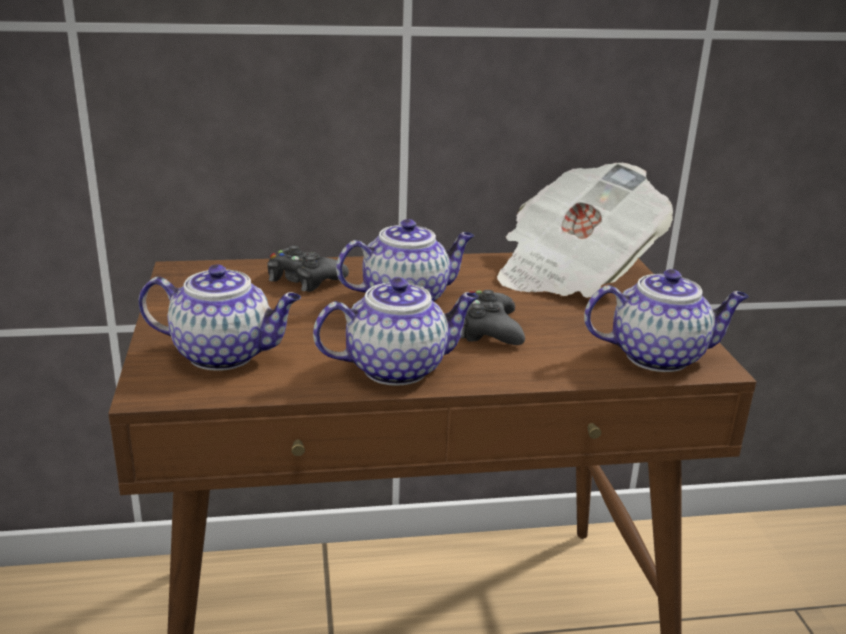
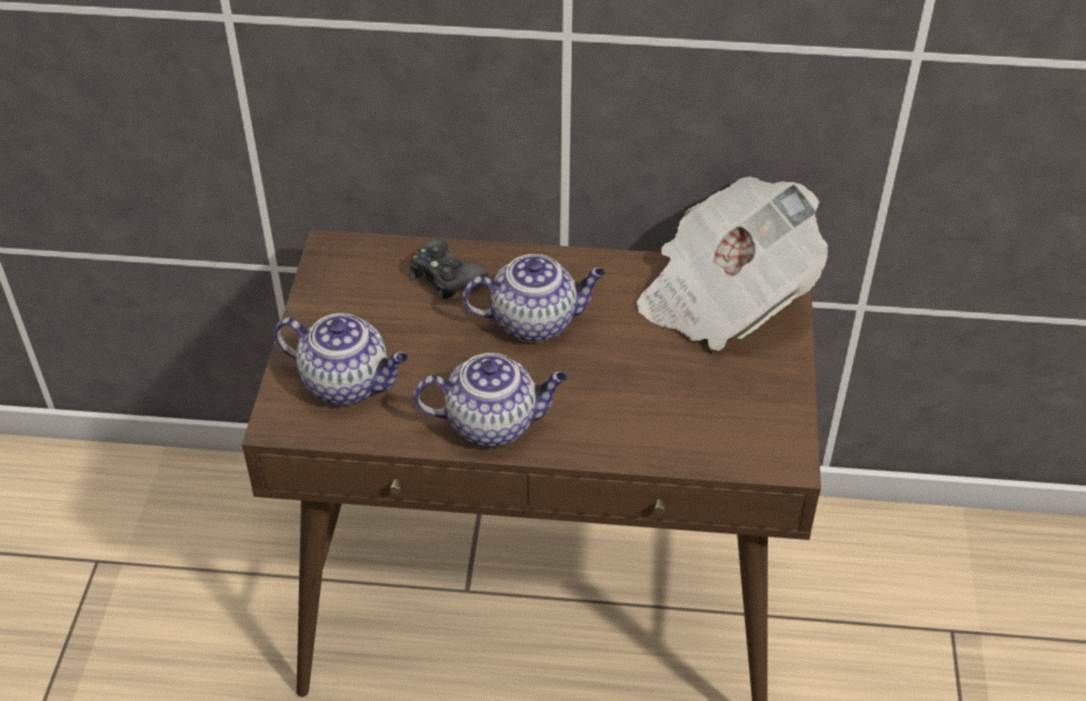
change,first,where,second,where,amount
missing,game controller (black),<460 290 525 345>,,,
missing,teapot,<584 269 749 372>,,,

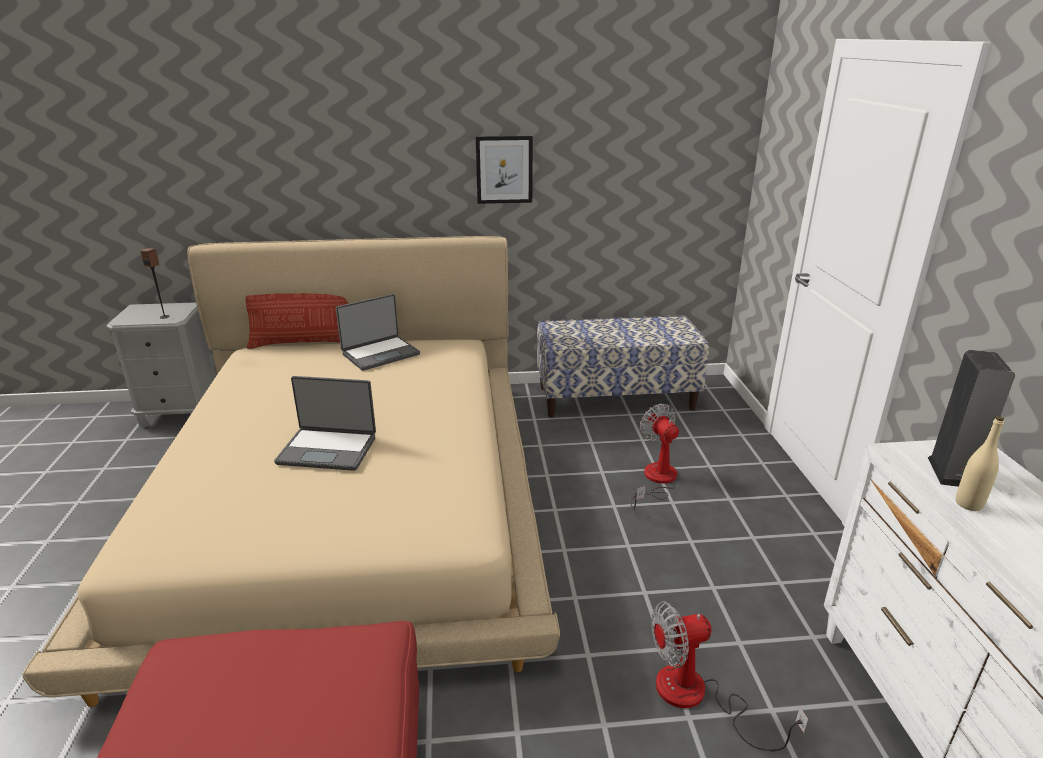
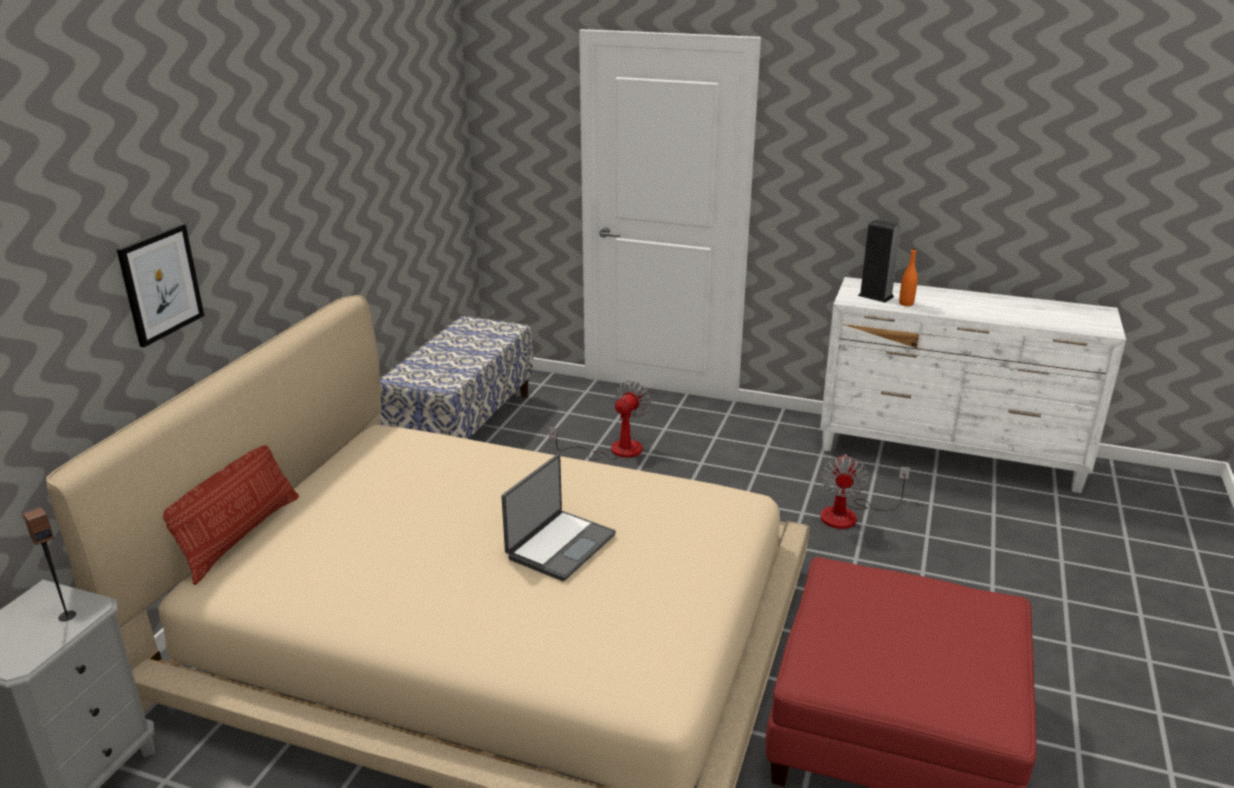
change,first,where,second,where,amount
missing,laptop,<336 294 420 371>,,,
relocated,picture,<476 136 533 204>,,<117 224 204 347>,
spun,fan,<631 404 679 510>,,<549 380 651 460>,120 degrees clockwise
colour,bottle (beige),<956 416 1004 511>,bottle (orange),<899 248 918 306>,

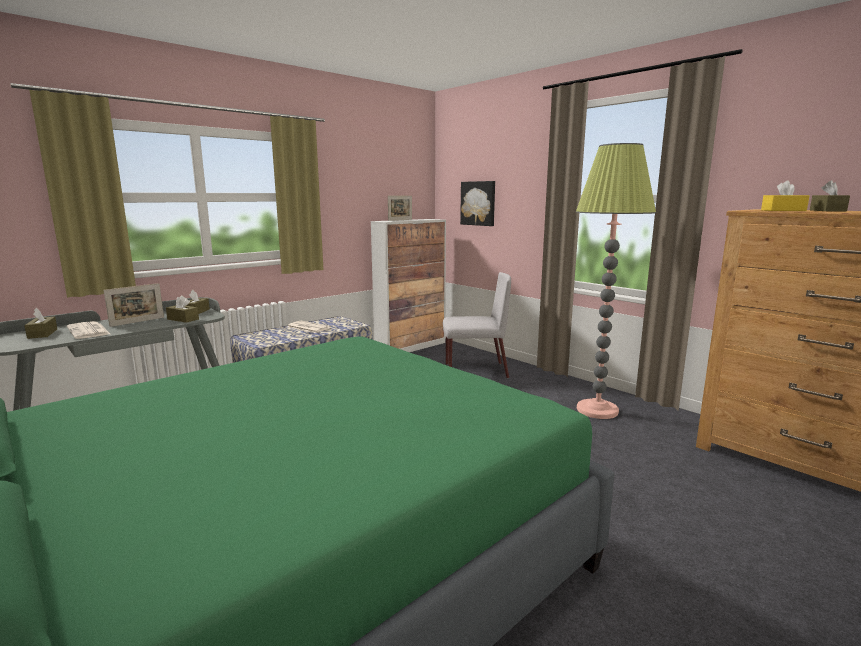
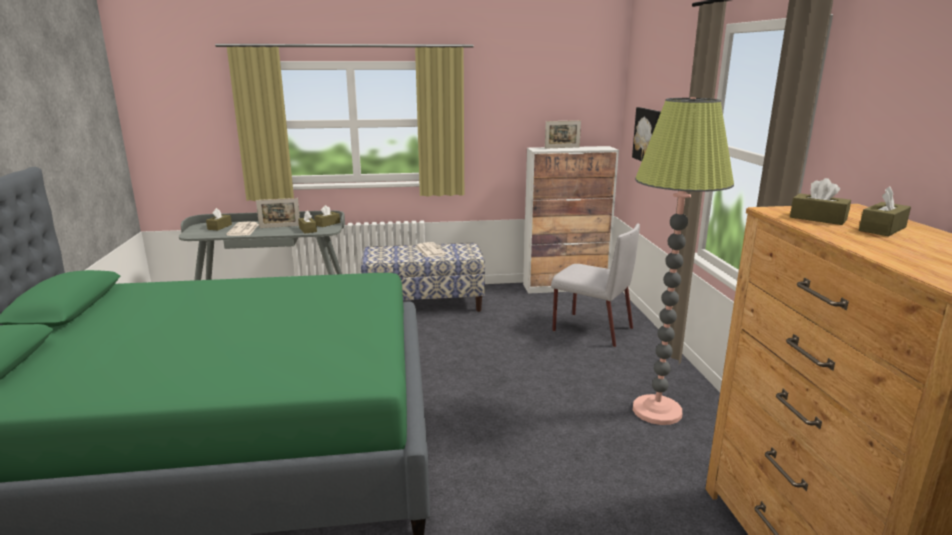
change,first,where,second,where,amount
colour,tissue box (yellow),<761 180 809 211>,tissue box (brown),<790 178 851 225>,

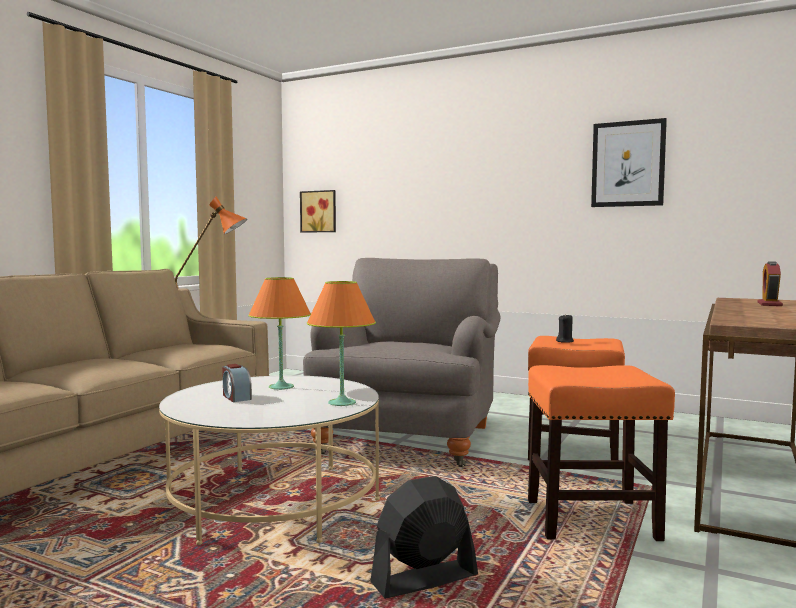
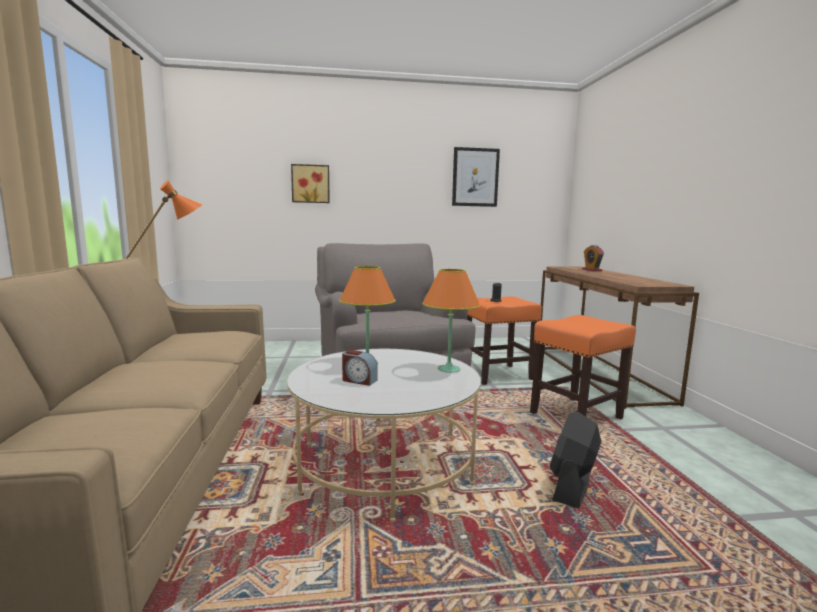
change,first,where,second,where,amount
relocated,picture,<300 190 336 233>,,<291 164 330 203>,

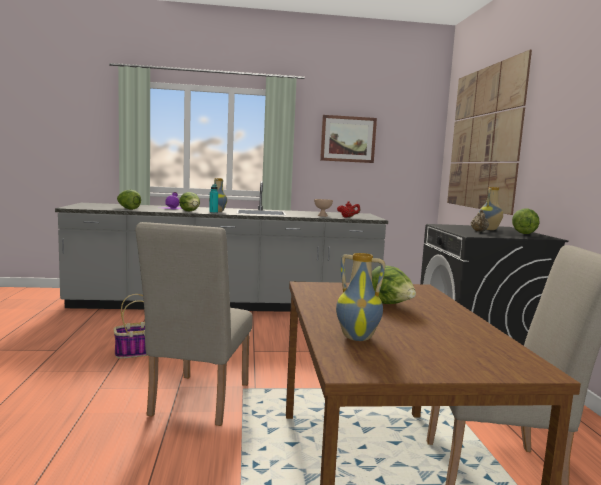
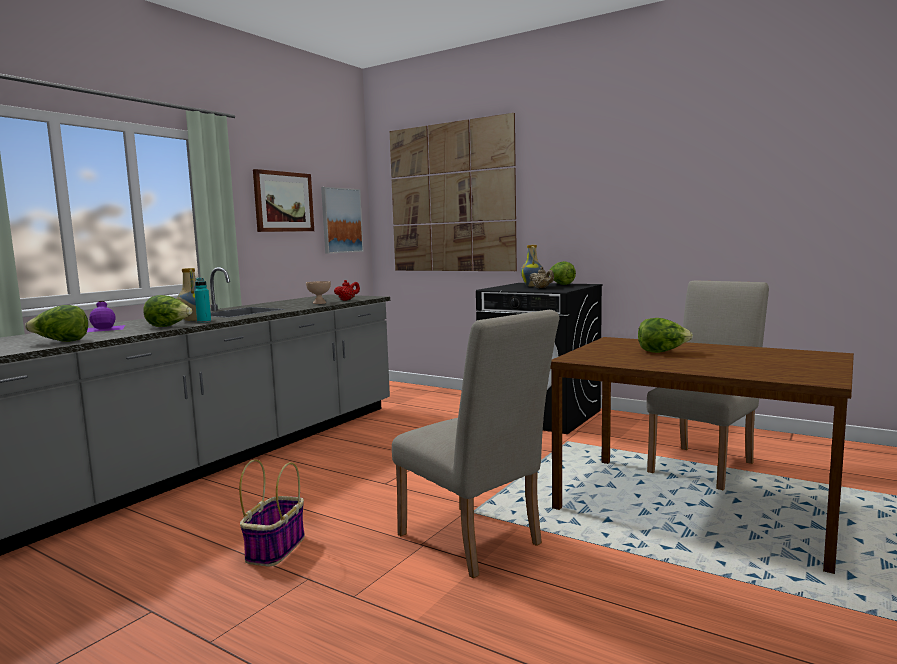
change,first,where,second,where,amount
missing,vase,<336 253 385 341>,,,
appeared,,,picture,<321 187 364 254>,

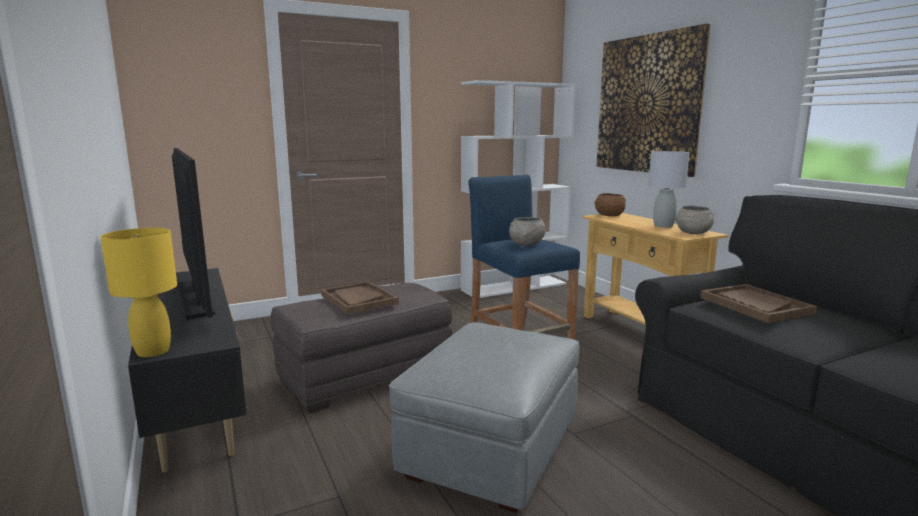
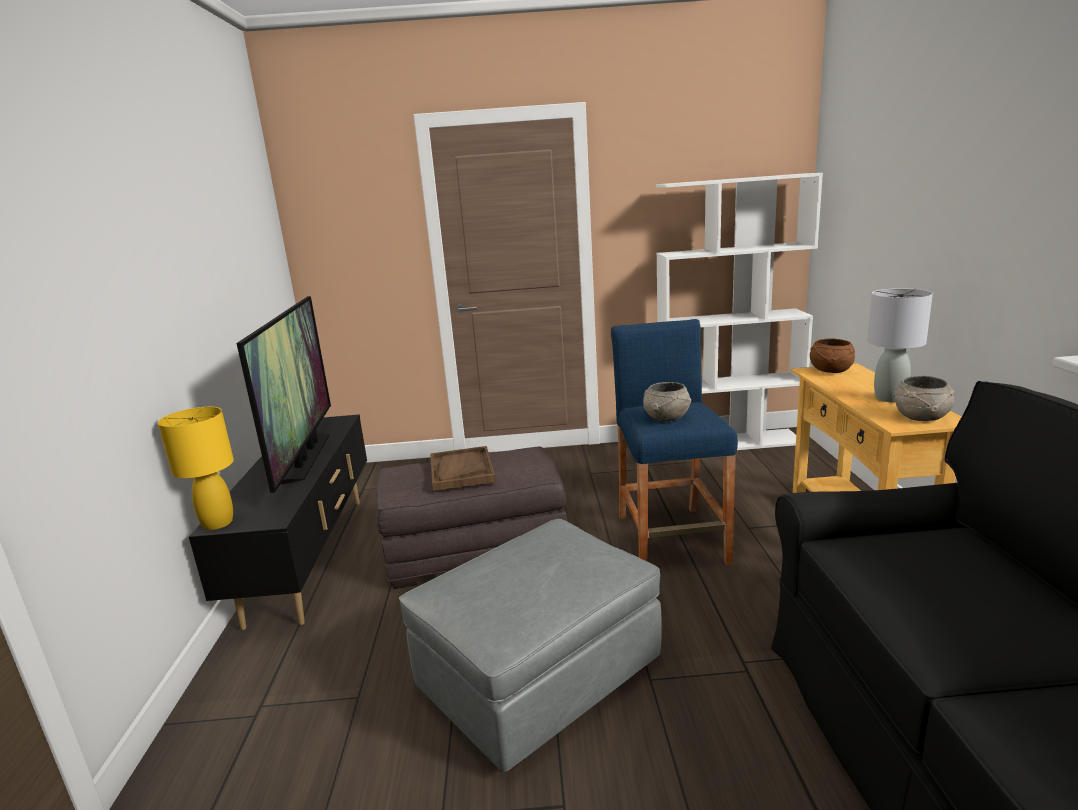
change,first,where,second,where,amount
missing,picture,<596 24 711 177>,,,
missing,tray (brown),<700 284 817 323>,,,

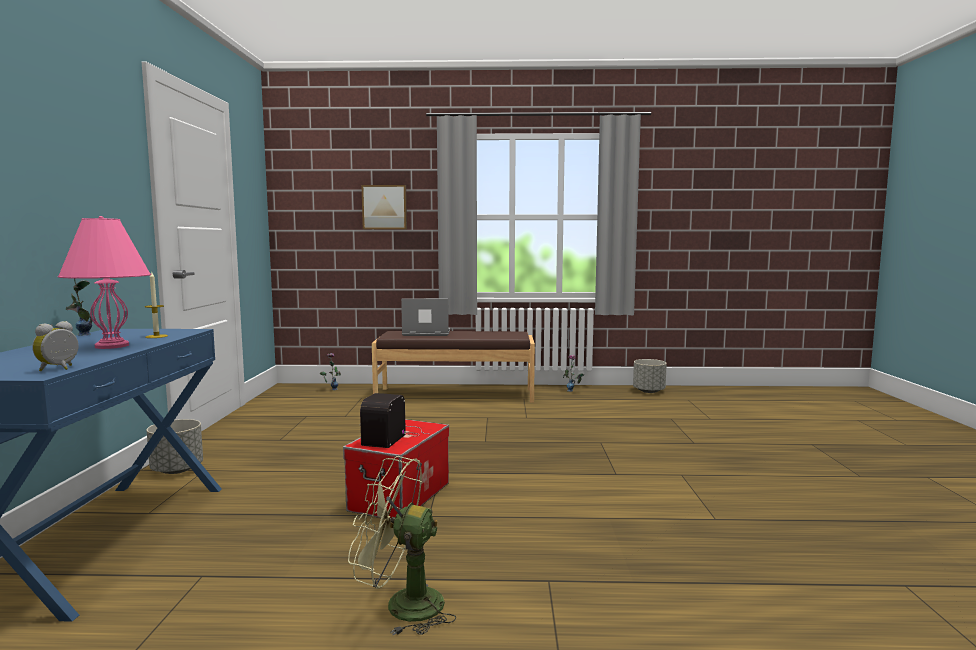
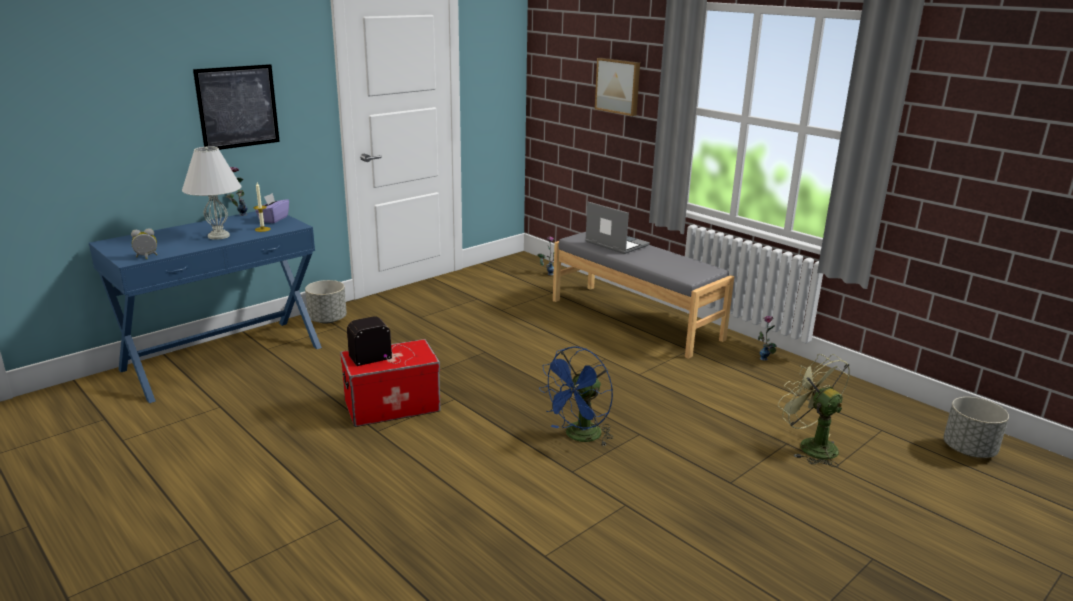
change,first,where,second,where,amount
colour,table lamp (pink),<58 216 151 349>,table lamp (white),<182 147 242 240>,
relocated,fan (green),<348 456 456 635>,,<778 354 850 467>,
colour,bench (brown),<372 331 535 403>,bench (grey),<553 232 734 359>,
relocated,planter (grey),<633 359 667 393>,,<944 397 1009 458>,
appeared,,,picture,<193 64 280 150>,
appeared,,,tissue box (purple),<255 193 289 223>,
appeared,,,fan (blue),<539 347 613 446>,

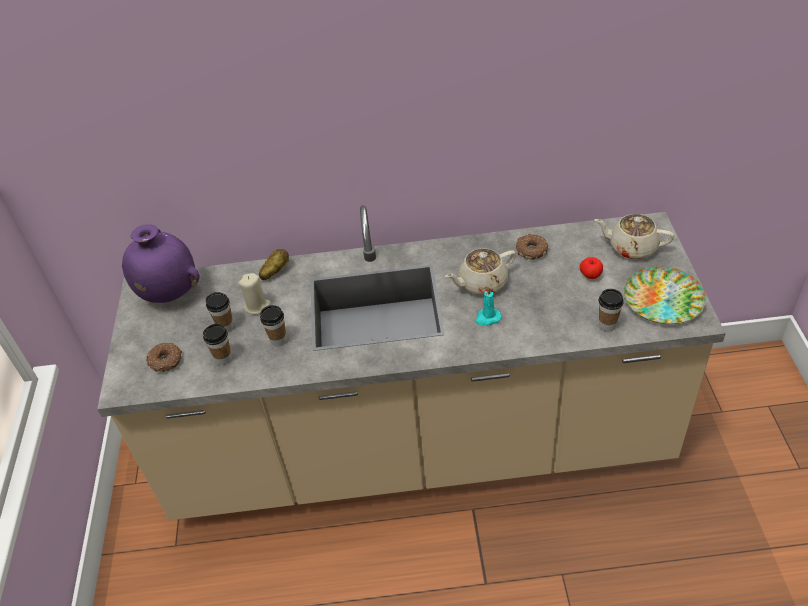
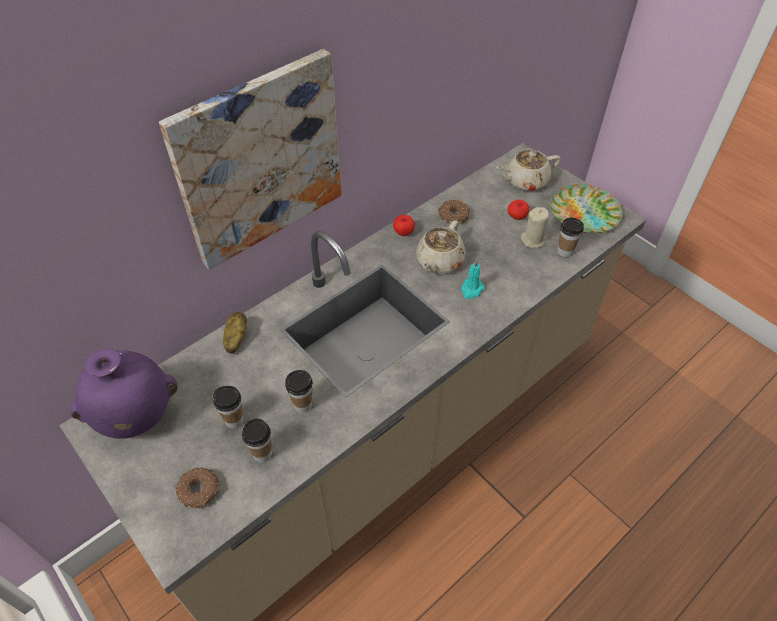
change,first,where,second,where,amount
relocated,candle (beige),<239 273 271 315>,,<521 207 549 248>,
appeared,,,picture,<159 49 341 270>,
appeared,,,apple,<393 215 415 236>,

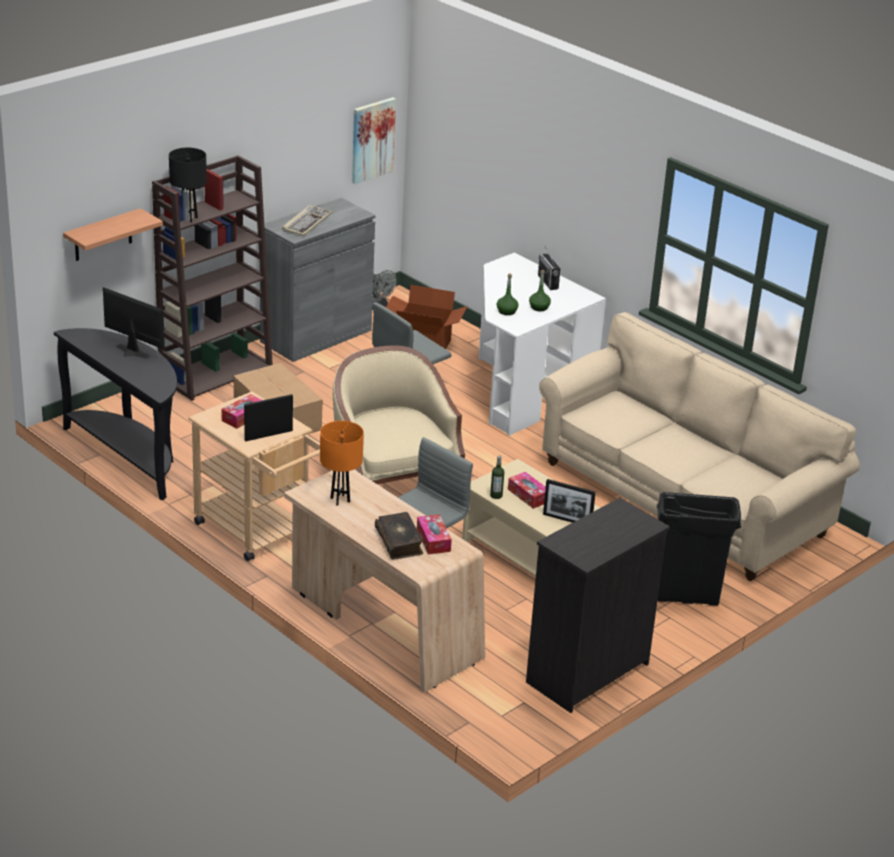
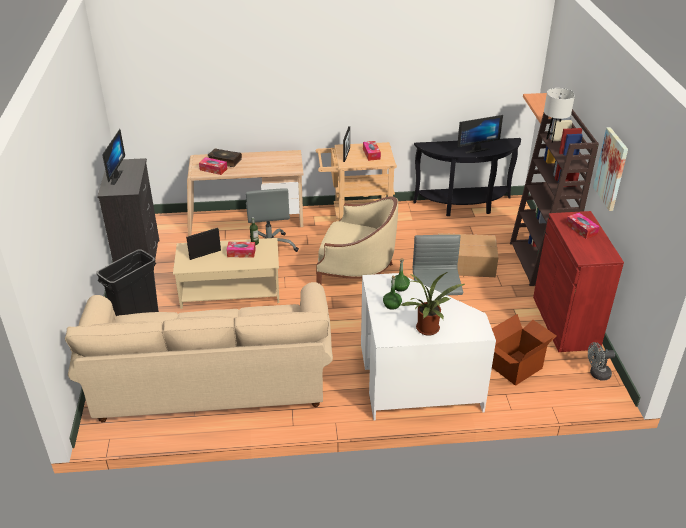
change,first,where,second,where,amount
colour,table lamp (black),<169 148 207 223>,table lamp (white),<544 88 575 143>,
colour,cabinet (grey),<260 198 375 362>,cabinet (red),<533 211 624 352>,
exchanged,keyboard,<282 205 332 236>,tissue box,<566 213 600 239>,
missing,table lamp (orange),<320 421 364 506>,,,
relocated,picture,<352 97 396 184>,,<593 127 628 211>,
exchanged,radio,<538 246 560 290>,potted plant,<401 272 465 336>,
appeared,,,monitor,<102 129 125 185>,

